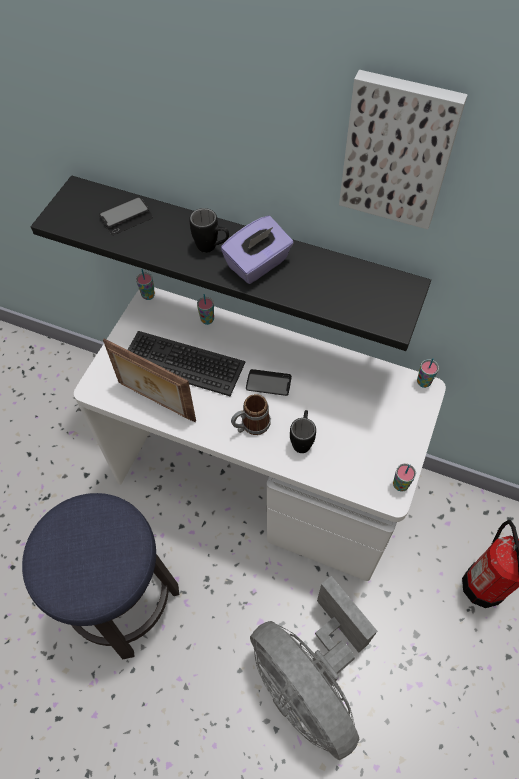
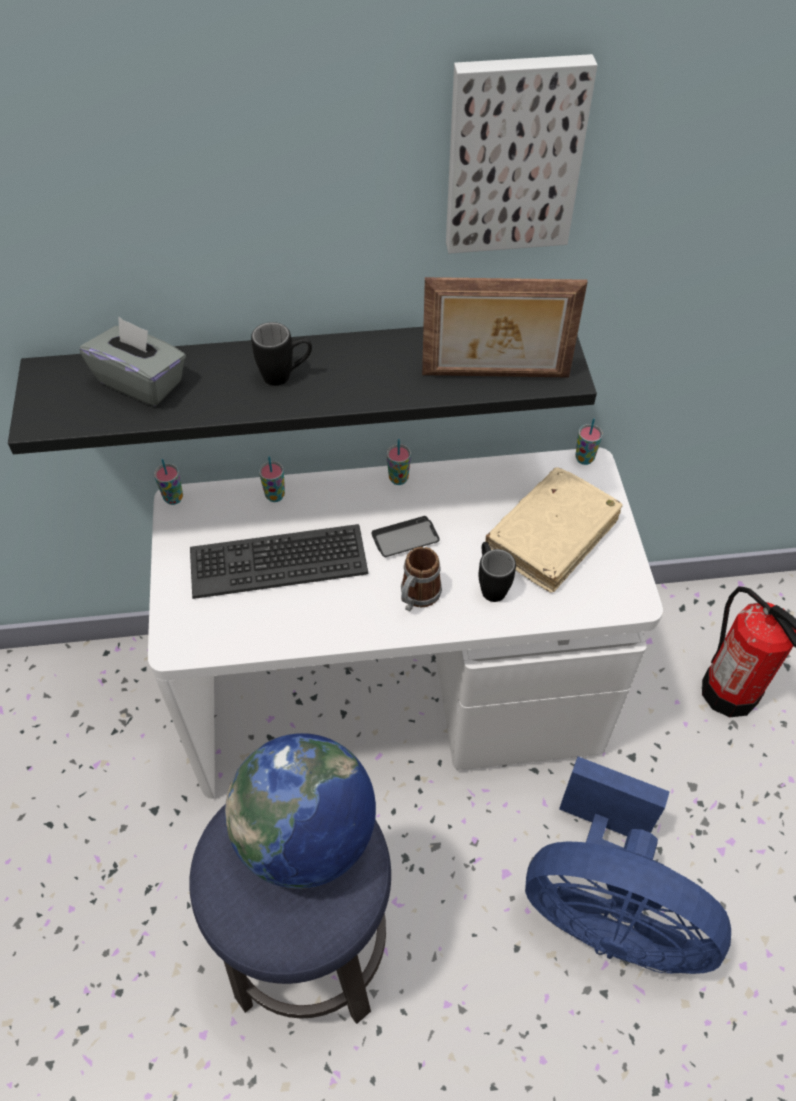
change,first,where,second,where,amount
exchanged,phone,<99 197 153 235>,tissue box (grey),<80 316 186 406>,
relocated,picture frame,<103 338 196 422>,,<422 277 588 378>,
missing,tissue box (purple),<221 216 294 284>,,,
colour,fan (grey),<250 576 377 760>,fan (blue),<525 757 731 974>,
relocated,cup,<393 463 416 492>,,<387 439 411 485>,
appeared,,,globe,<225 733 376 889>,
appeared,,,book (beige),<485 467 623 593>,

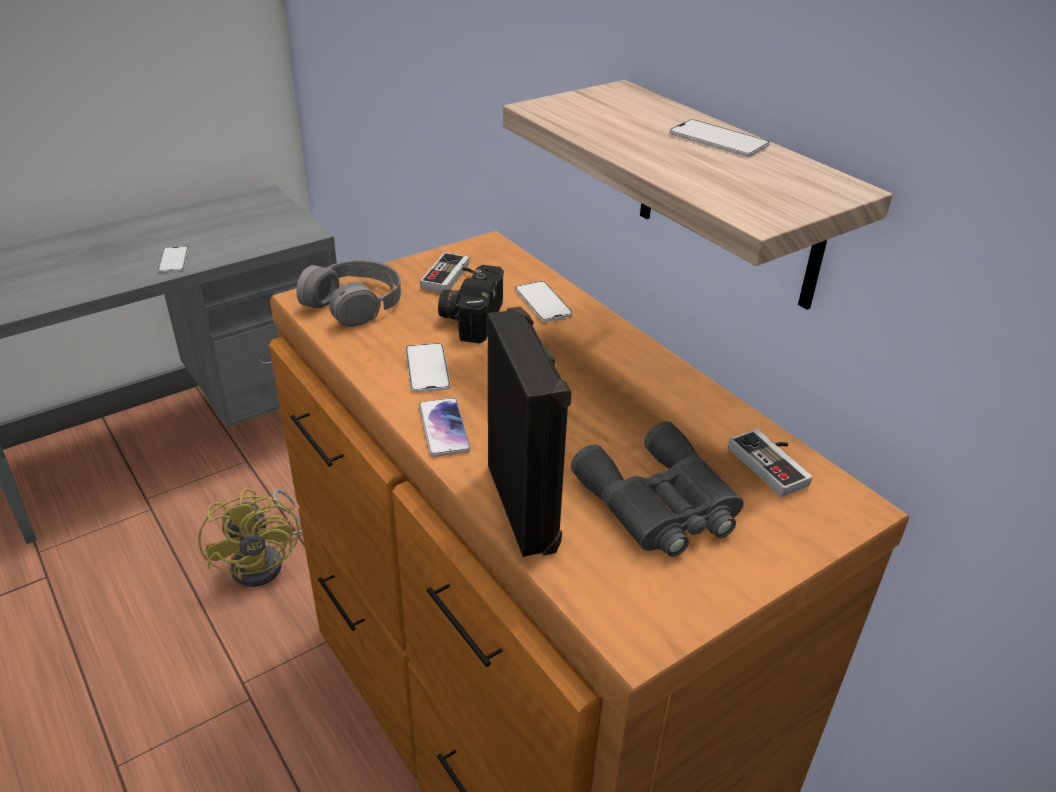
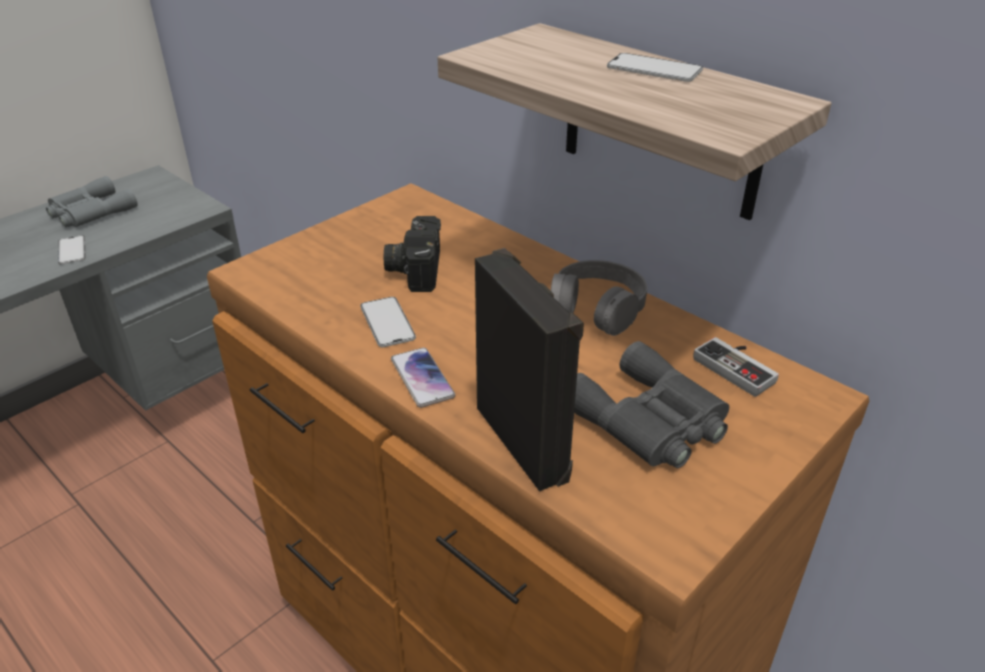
change,first,where,second,where,amount
missing,fan (yellow),<198 488 302 587>,,,
relocated,headphones (grey),<296 260 401 327>,,<551 260 647 336>,
missing,game controller,<420 252 475 293>,,,
missing,phone,<515 281 573 322>,,,
appeared,,,binoculars (grey),<46 176 138 228>,

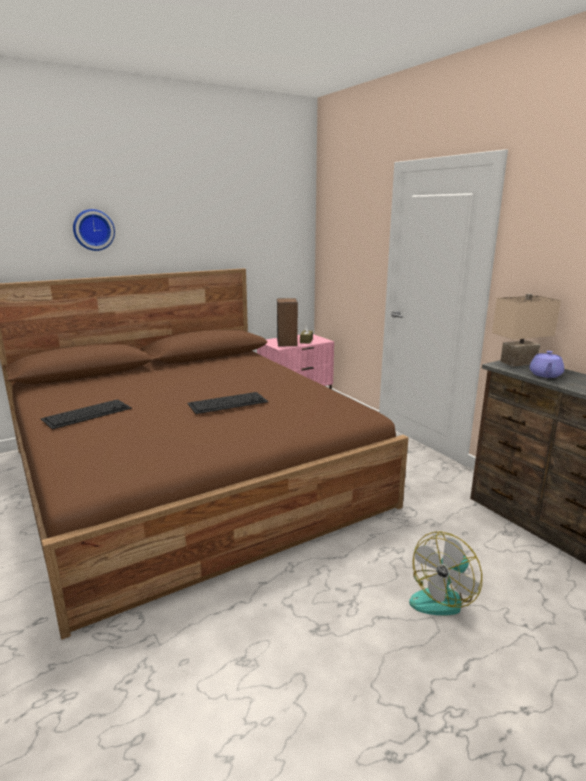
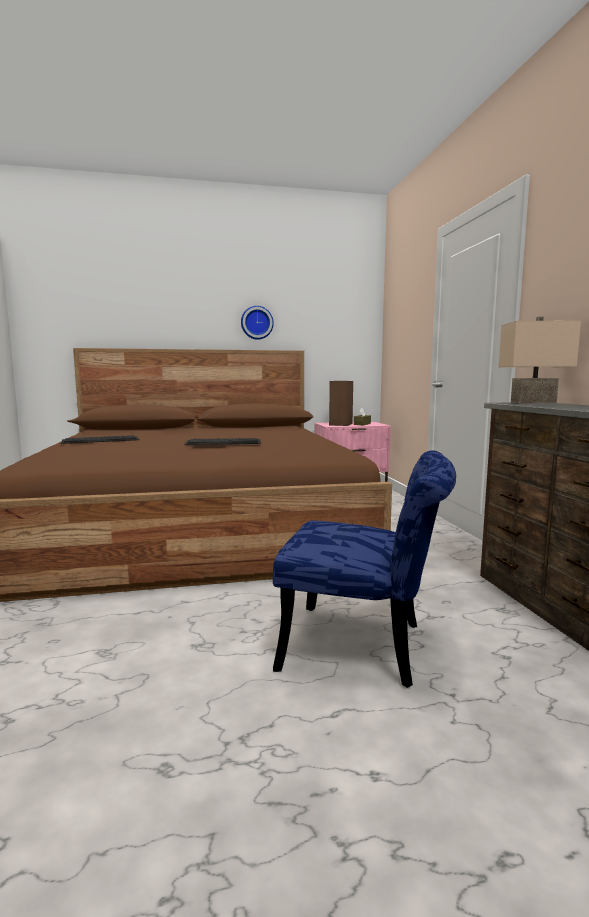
change,first,where,second,where,amount
relocated,wall clock,<73 209 115 251>,,<241 306 274 340>,
exchanged,fan,<409 531 482 616>,chair (blue),<273 451 456 688>,
missing,teapot (purple),<529 351 564 378>,,,

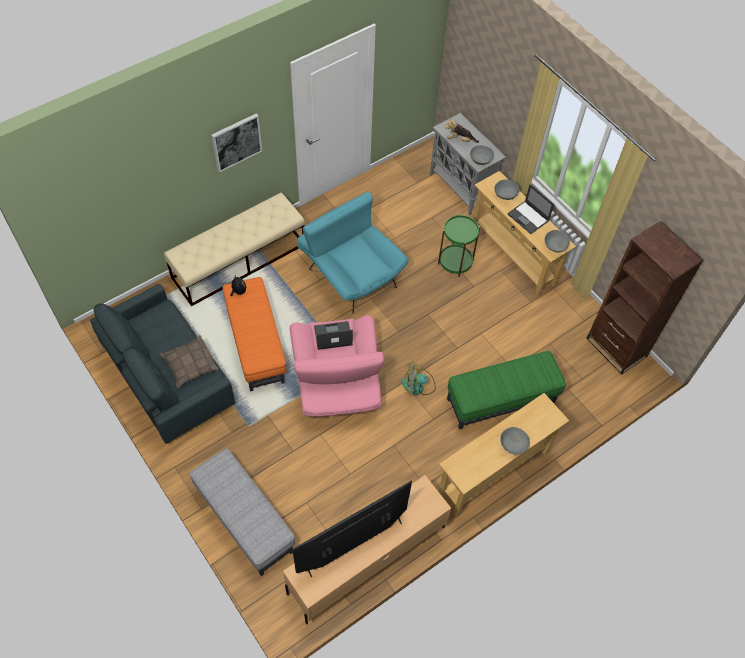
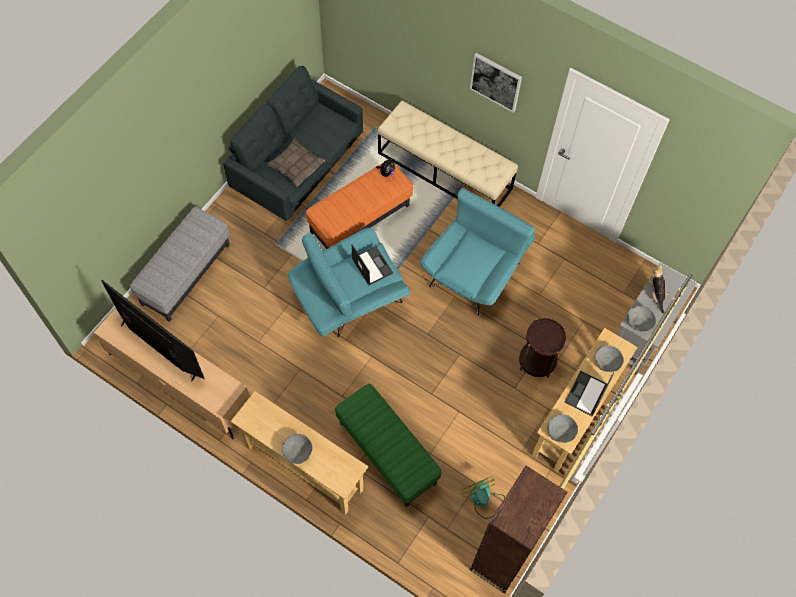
change,first,where,second,where,amount
colour,armchair (pink),<289 315 384 417>,armchair (turquoise),<288 228 410 337>,
relocated,fan,<402 362 436 396>,,<461 476 505 519>,
colour,side table (green),<438 214 480 277>,side table (brown),<519 318 566 378>,

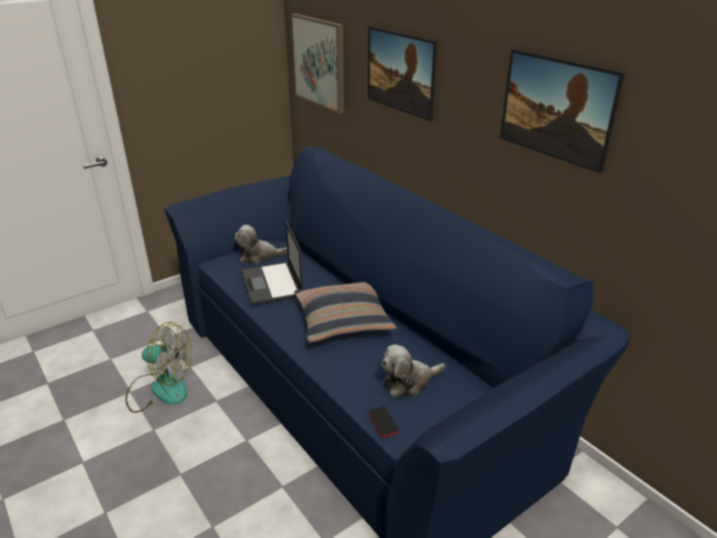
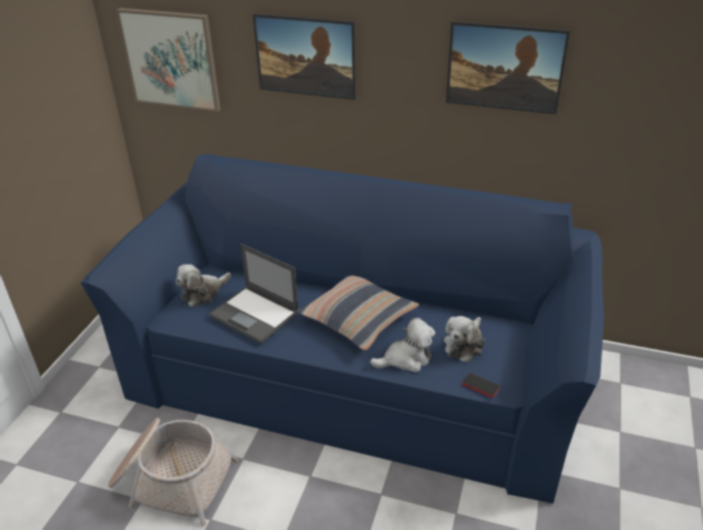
change,first,where,second,where,amount
exchanged,fan,<125 322 191 413>,basket,<108 418 238 526>,
appeared,,,plush toy,<370 318 435 373>,

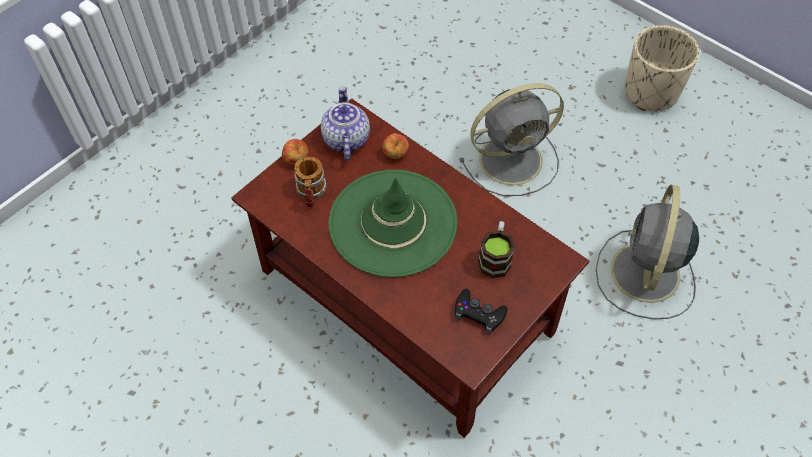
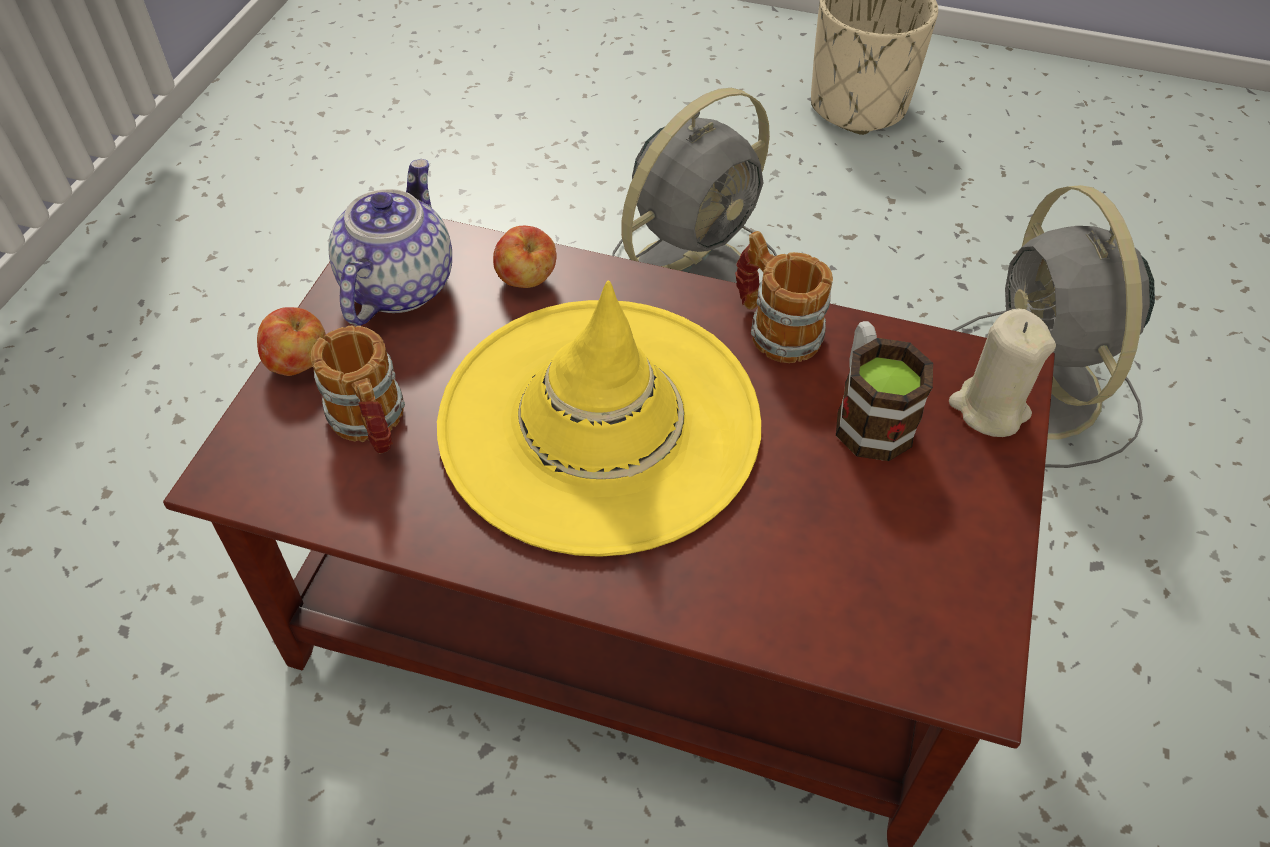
change,first,where,second,where,amount
spun,teapot,<321 86 370 160>,,<328 159 452 325>,45 degrees clockwise
colour,hat (green),<328 170 457 277>,hat (yellow),<437 281 761 557>,
missing,game controller (black),<455 289 507 334>,,,
appeared,,,mug,<735 231 833 363>,
appeared,,,candle (beige),<949 309 1056 437>,

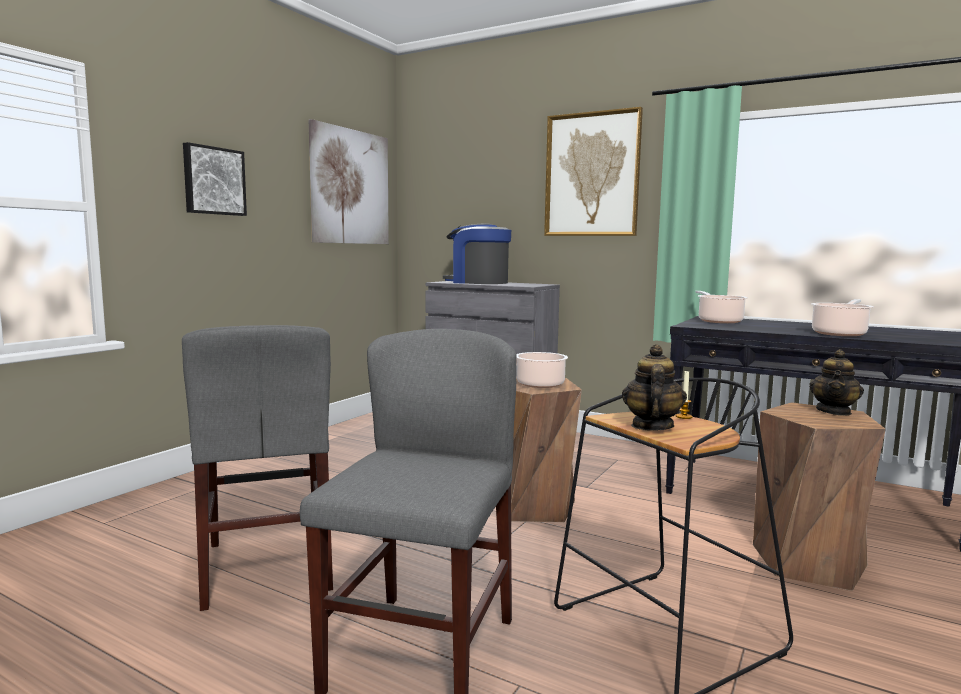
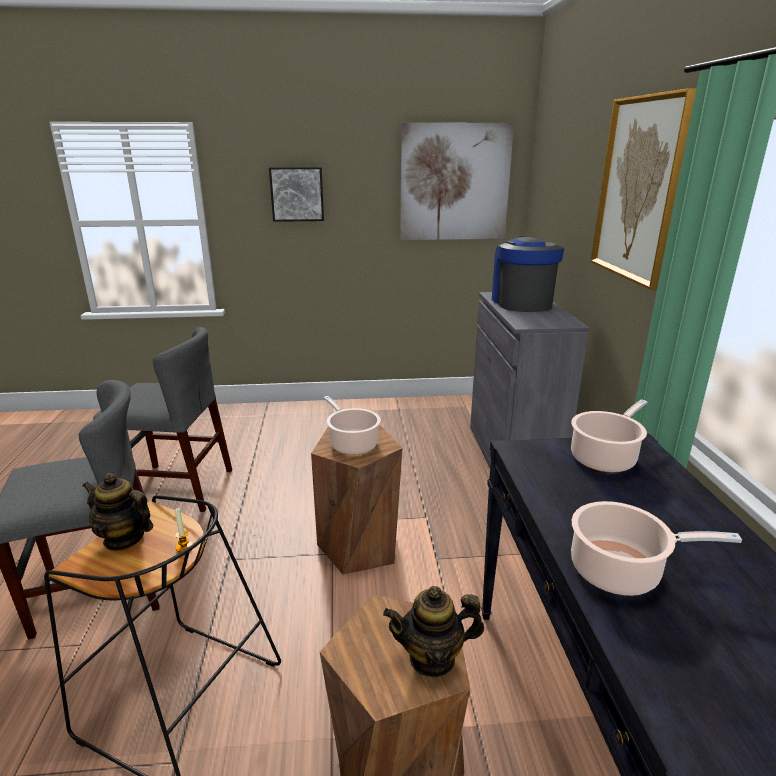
change,first,where,second,where,amount
spun,chair (grey),<182 325 333 611>,,<93 327 232 512>,120 degrees counterclockwise
spun,teapot,<622 344 687 431>,,<82 473 153 551>,135 degrees counterclockwise

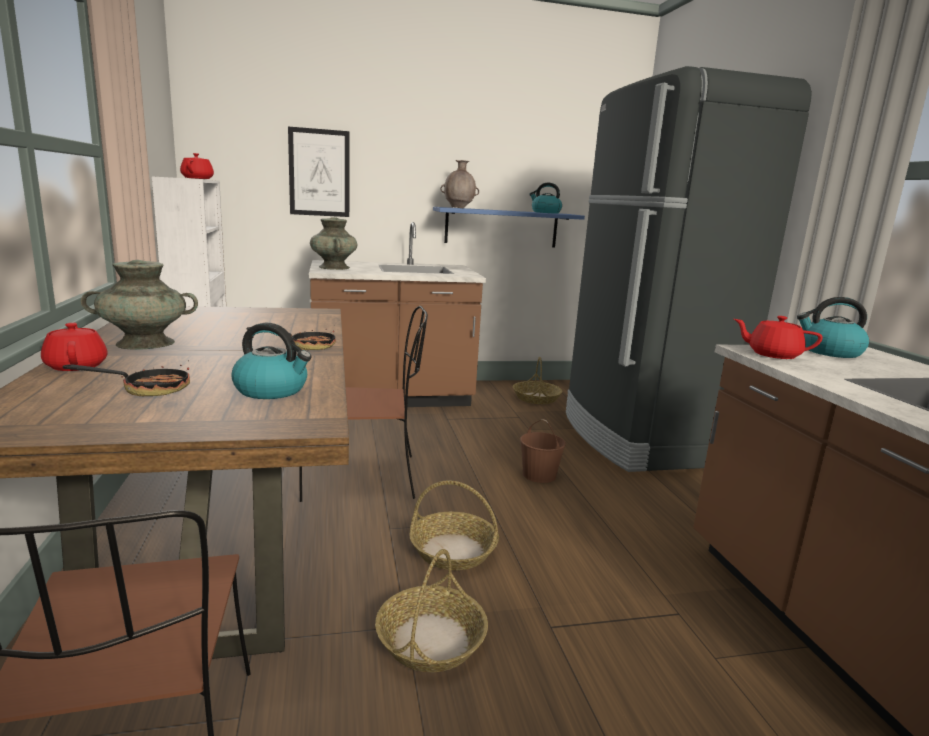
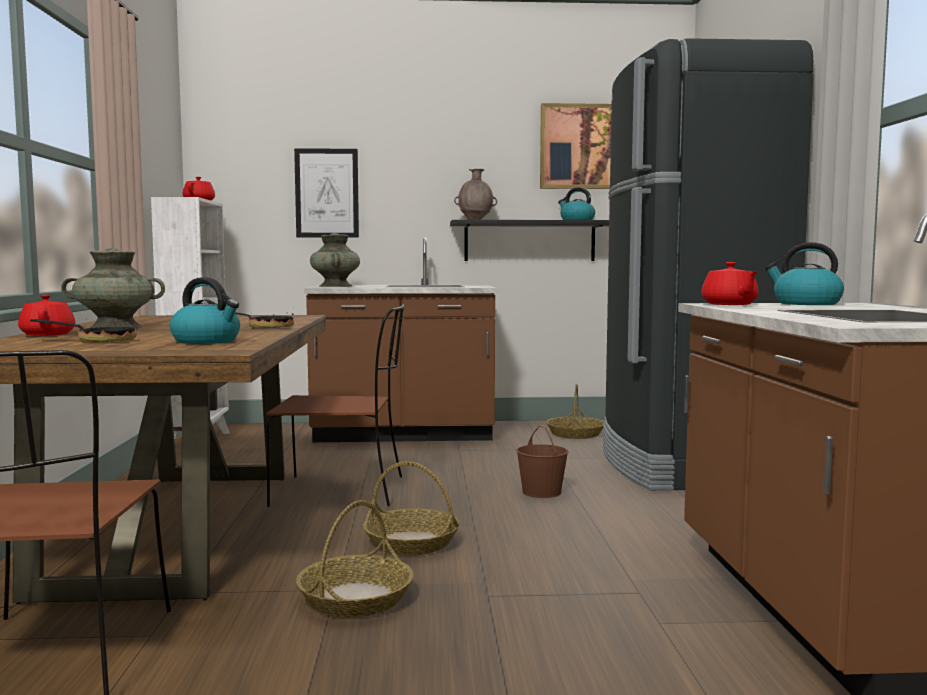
change,first,where,second,where,amount
colour,shelf (blue),<433 207 585 247>,shelf (black),<450 220 609 261>,
spun,teapot (red),<734 316 823 359>,,<701 262 759 305>,135 degrees counterclockwise
appeared,,,picture,<540 103 612 189>,

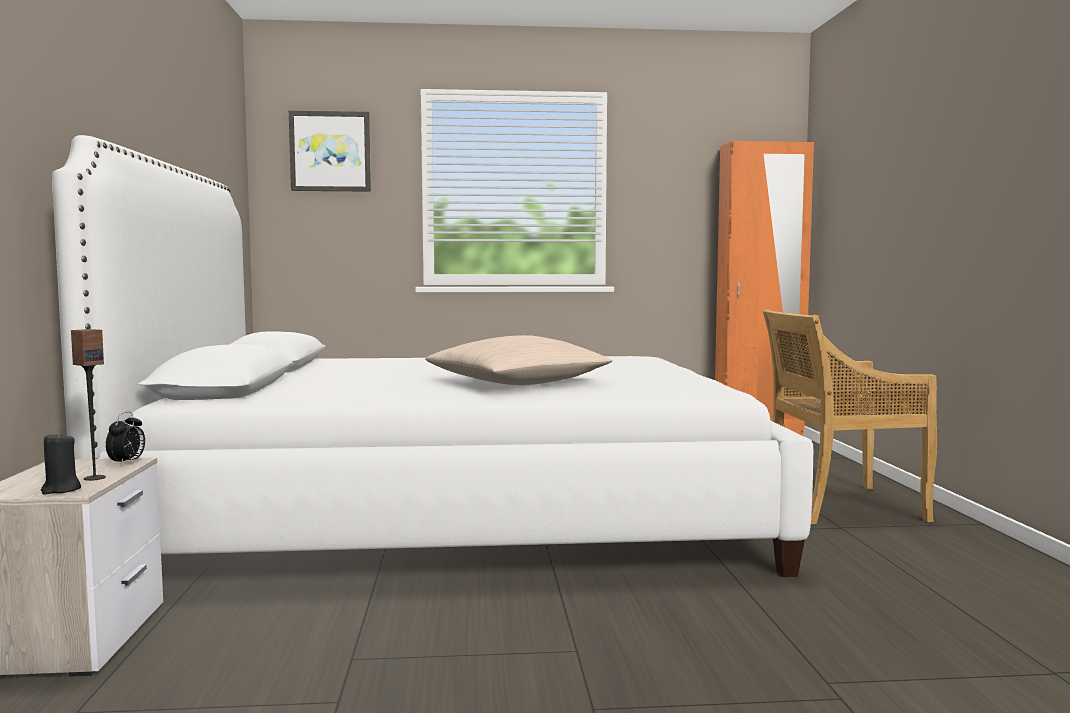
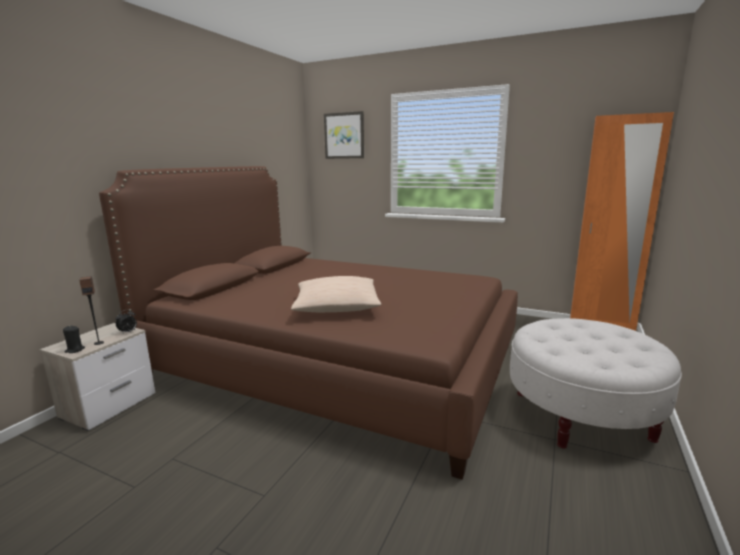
change,first,where,second,where,amount
colour,bed (white),<52 135 813 577>,bed (brown),<99 166 518 480>,
exchanged,chair (beige),<763 309 937 524>,ottoman (white),<510 318 682 448>,

